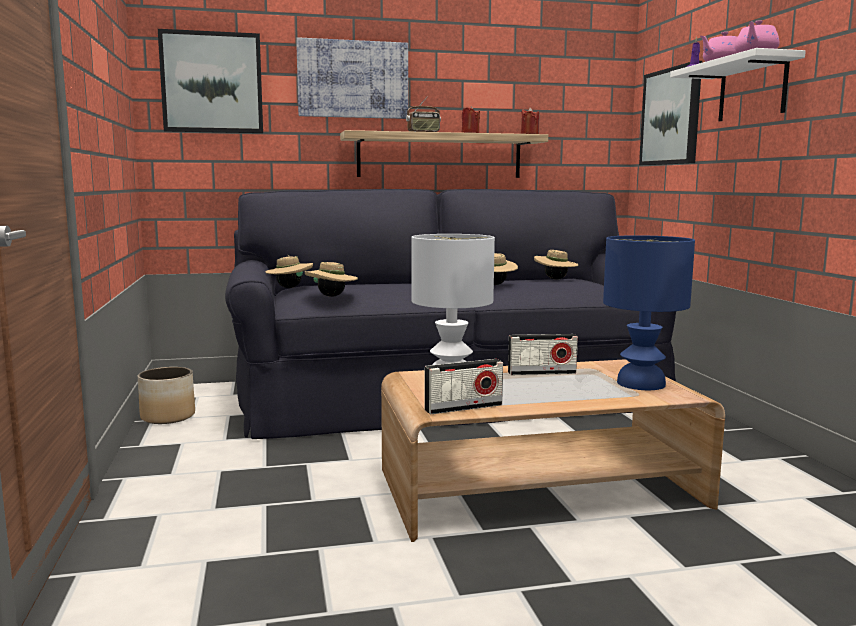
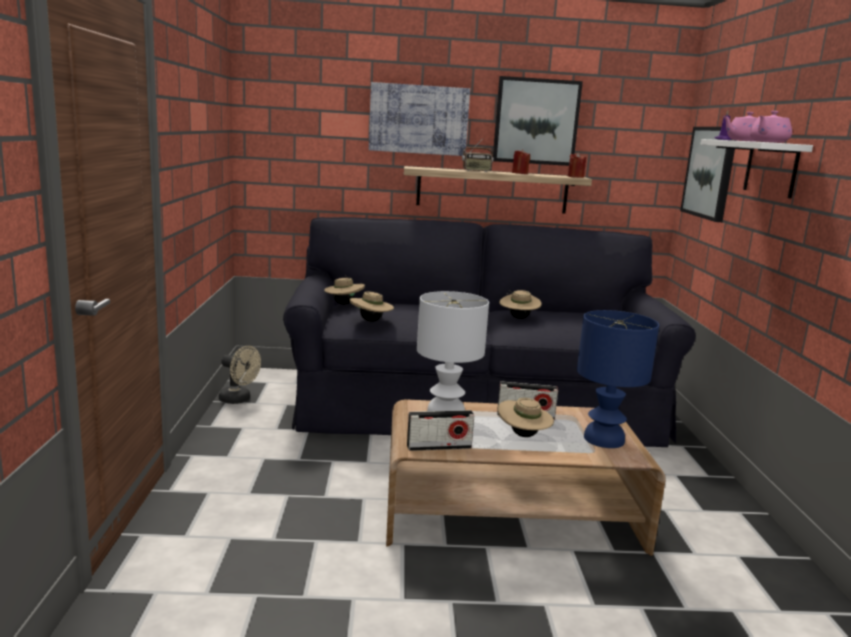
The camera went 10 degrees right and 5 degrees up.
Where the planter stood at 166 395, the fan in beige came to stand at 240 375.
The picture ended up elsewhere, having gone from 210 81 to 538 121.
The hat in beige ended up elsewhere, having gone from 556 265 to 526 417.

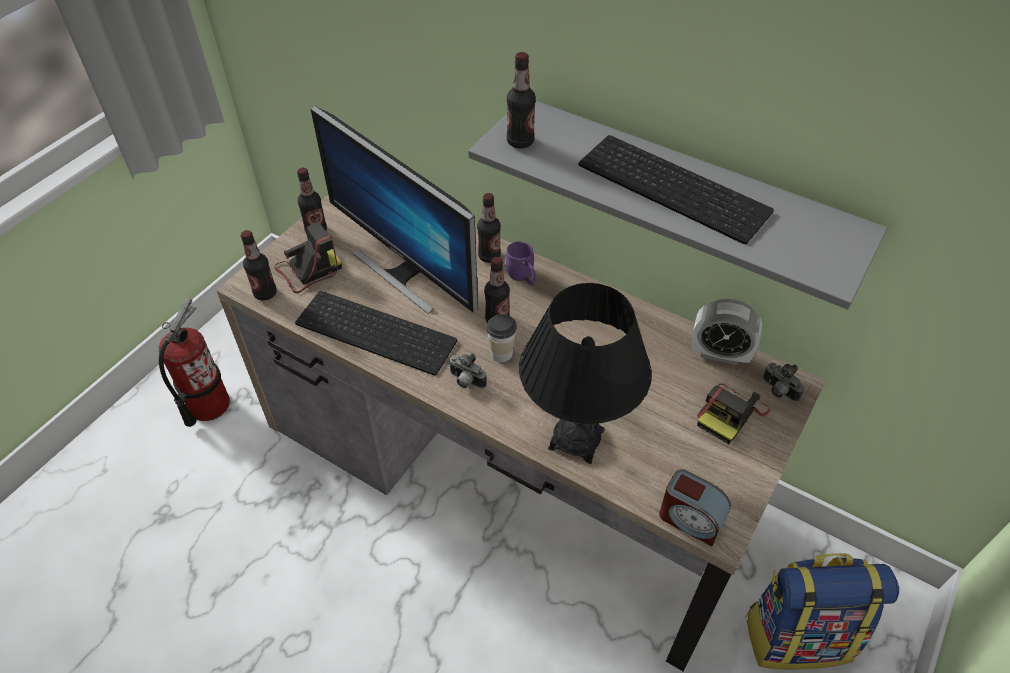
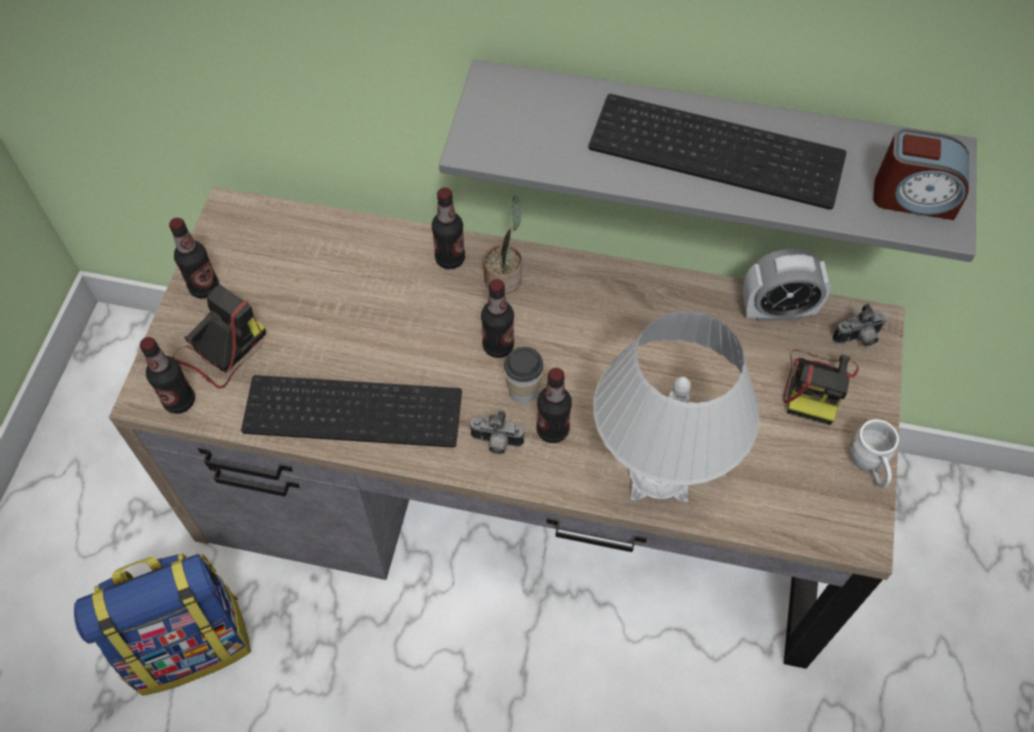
The camera went 20 degrees left and 10 degrees up.
The backpack ended up elsewhere, having gone from 822 611 to 162 625.
Where the mug in purple stood at 520 263, the potted plant came to stand at 503 245.
The bottle ended up elsewhere, having gone from 521 100 to 554 405.
What was the table lamp in black at 585 373 turned into the table lamp in white at 676 406.
The photo camera at 783 382 ended up facing another way, 45 degrees counterclockwise from before.
The second view gained the mug in white at 874 453.
The alarm clock ended up elsewhere, having gone from 695 507 to 921 174.
The second view lost the fire extinguisher at 194 362.
The second view lost the monitor at 394 210.

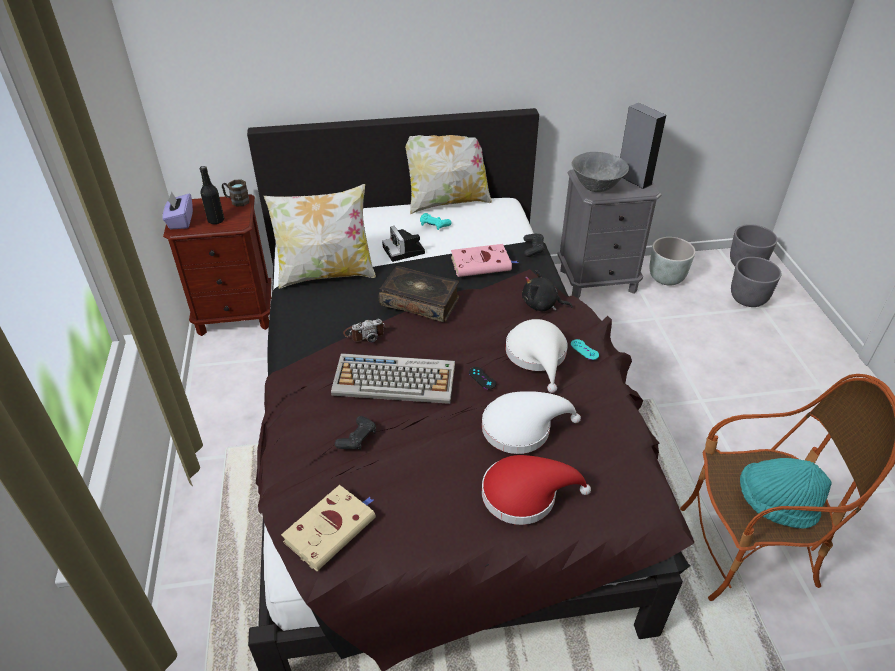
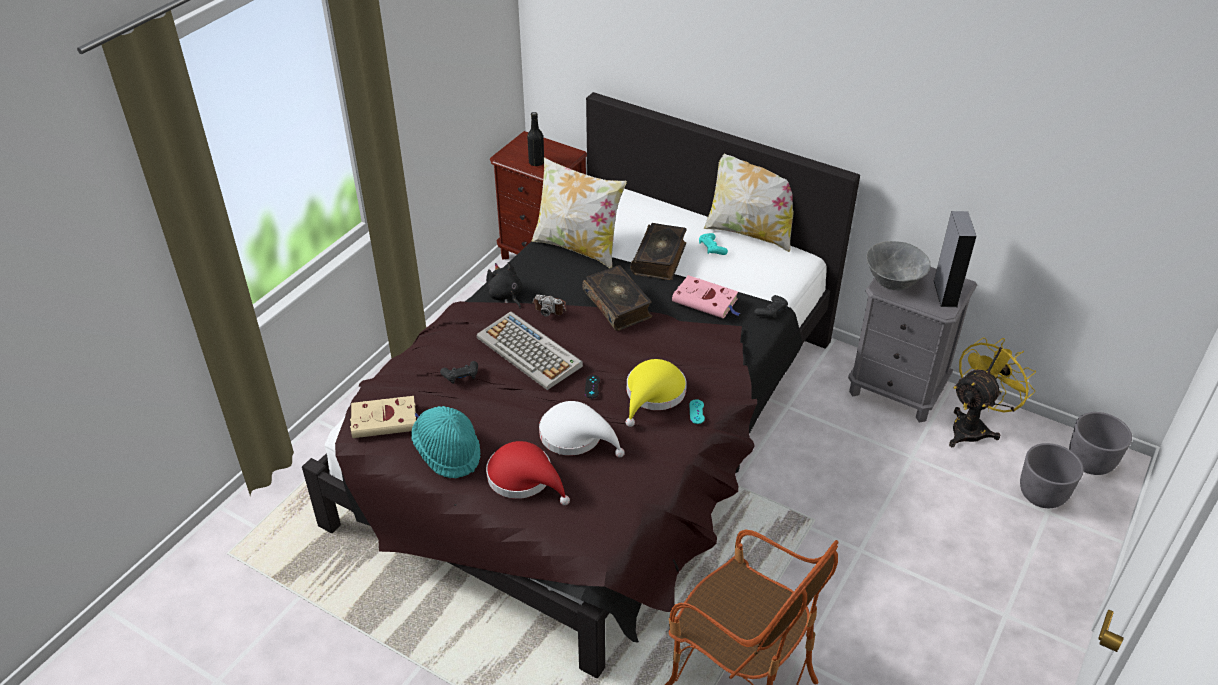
The camera went 40 degrees right and 0 degrees up.
The hat in turquoise ended up elsewhere, having gone from 786 493 to 446 442.
The plush toy in black ended up elsewhere, having gone from 547 290 to 504 285.
What was the hat in white at 537 356 turned into the hat in yellow at 656 393.
Where the photo camera stood at 403 244, the book came to stand at 658 251.
Where the planter in grey stood at 672 261, the fan in yellow came to stand at 992 392.
The second view lost the tissue box in purple at 178 210.
The second view lost the mug in brown at 236 193.

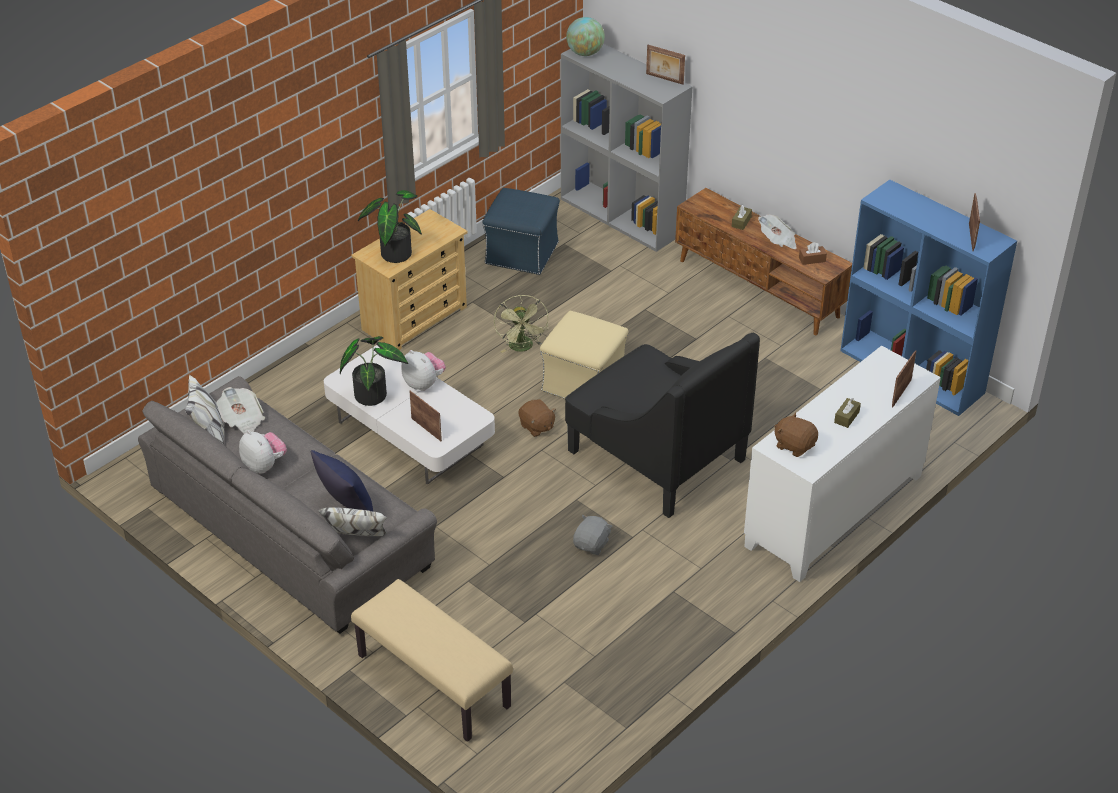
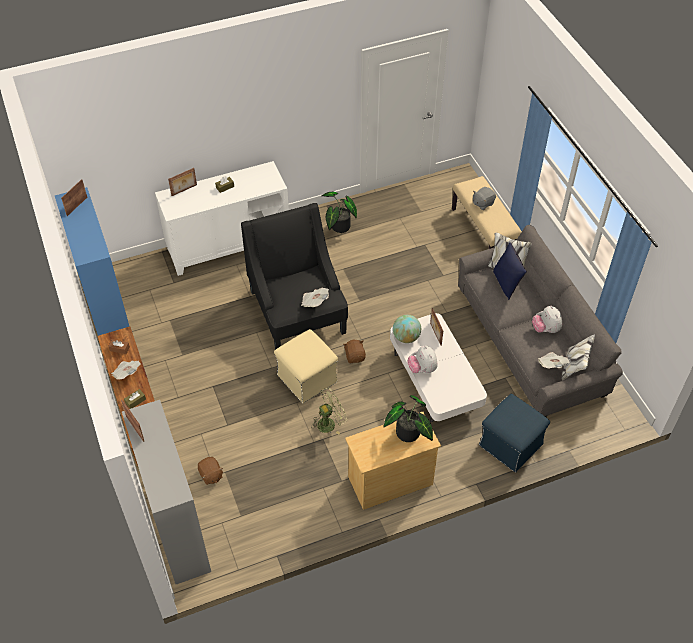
The camera went 155 degrees left and 10 degrees up.
The plush toy in brown ended up elsewhere, having gone from 796 434 to 210 471.
The second view gained the newspaper at 315 297.
The fan in green at 521 324 ended up facing another way, 45 degrees clockwise from before.
The potted plant ended up elsewhere, having gone from 374 371 to 339 212.
The globe ended up elsewhere, having gone from 585 36 to 407 329.
The plush toy in grey ended up elsewhere, having gone from 592 535 to 484 198.
The ottoman in blue ended up elsewhere, having gone from 521 231 to 514 433.

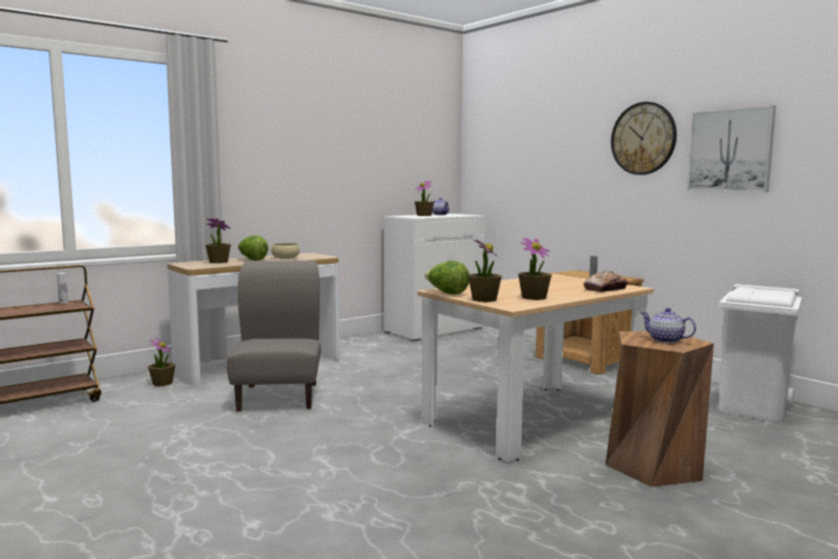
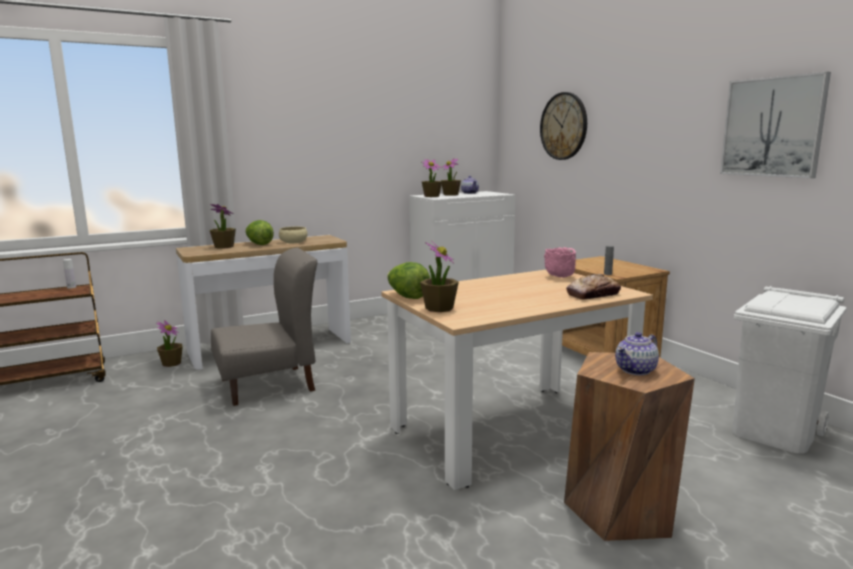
The camera went 10 degrees right and 5 degrees up.
The chair in grey at 274 336 ended up facing another way, 60 degrees clockwise from before.
The potted plant ended up elsewhere, having gone from 535 269 to 432 178.
The wall clock ended up elsewhere, having gone from 644 138 to 563 126.
The second view gained the bowl in pink at 560 262.
The teapot at 668 325 ended up facing another way, 90 degrees counterclockwise from before.

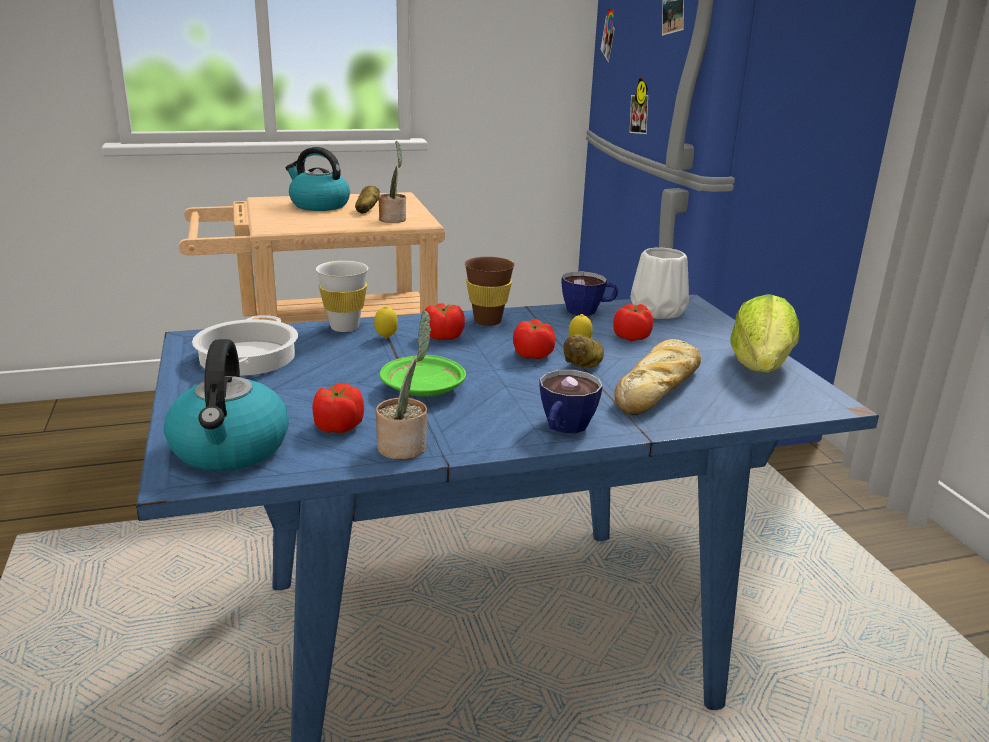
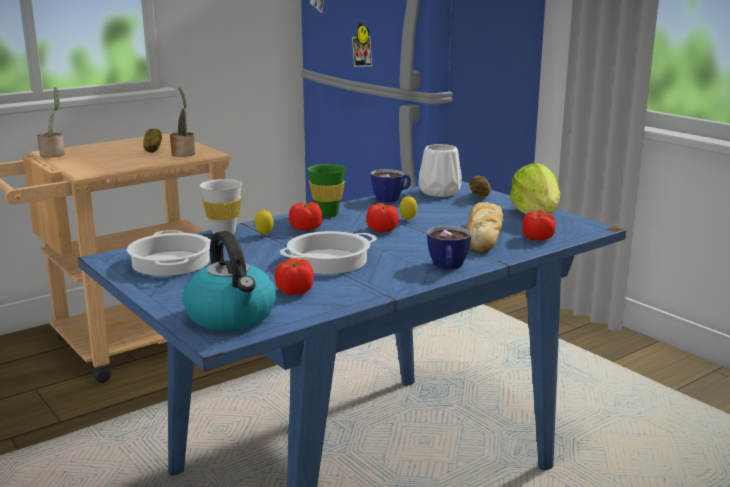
The camera went 20 degrees left and 5 degrees down.
The potted plant ended up elsewhere, having gone from 403 385 to 51 122.
Where the plate in green stood at 423 376, the cooking pot came to stand at 328 252.
What was the cup in brown at 490 291 turned into the cup in green at 326 190.
The potato ended up elsewhere, having gone from 583 351 to 480 186.
The tomato ended up elsewhere, having gone from 633 322 to 539 225.
The second view lost the kettle at 317 179.

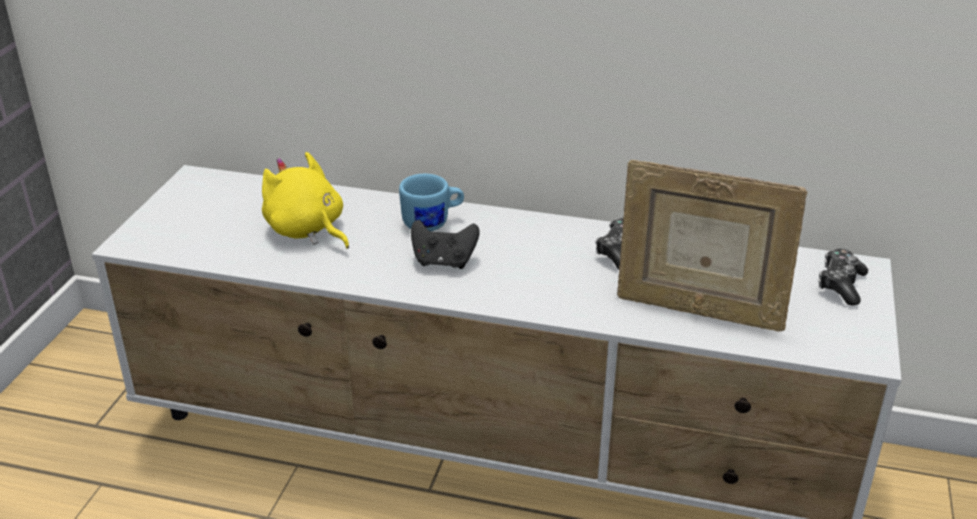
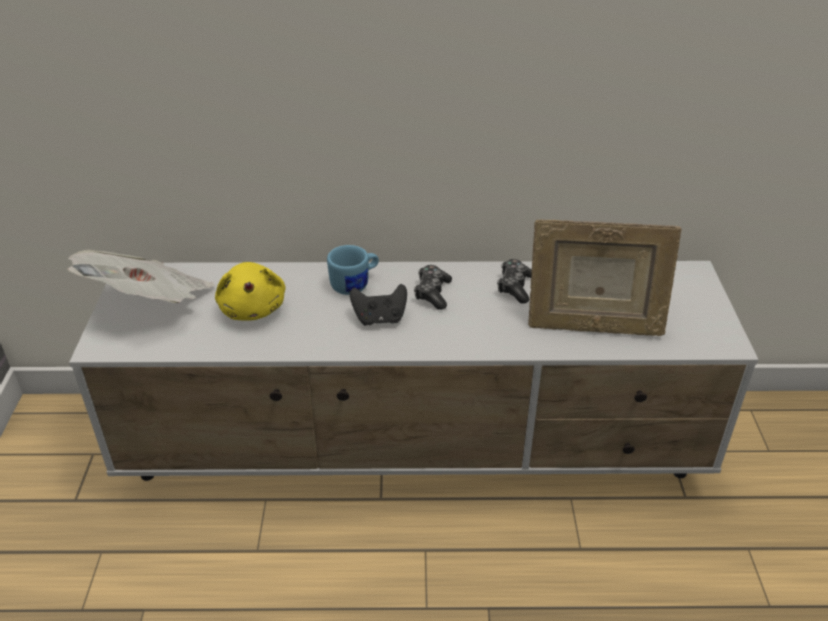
The camera went 15 degrees left and 5 degrees up.
The second view gained the newspaper at 140 276.
The plush toy in yellow at 305 200 ended up facing another way, 135 degrees counterclockwise from before.
The game controller ended up elsewhere, having gone from 843 277 to 433 287.

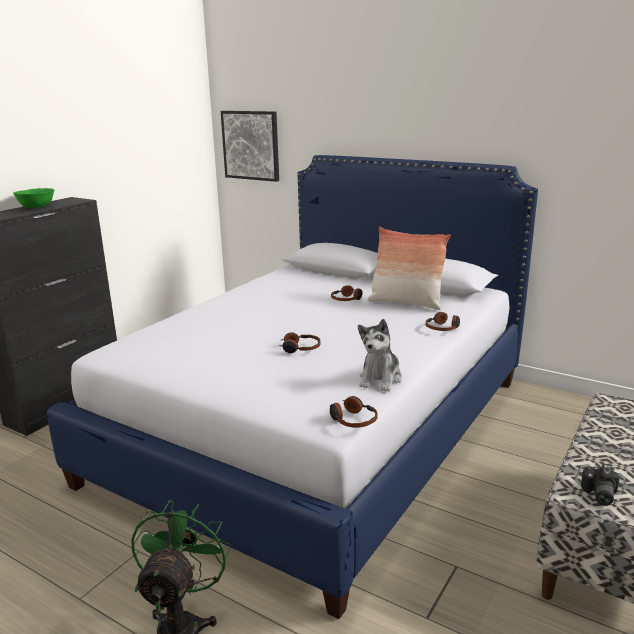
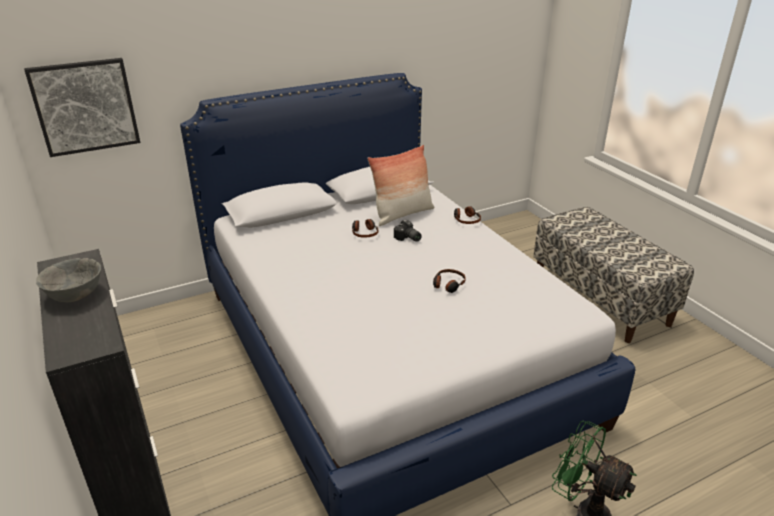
The camera went 60 degrees left and 10 degrees up.
What was the bowl in green at 33 198 turned into the bowl in grey at 68 280.
The photo camera ended up elsewhere, having gone from 600 485 to 408 230.
The second view lost the headphones at 354 412.
The second view lost the plush toy at 380 355.

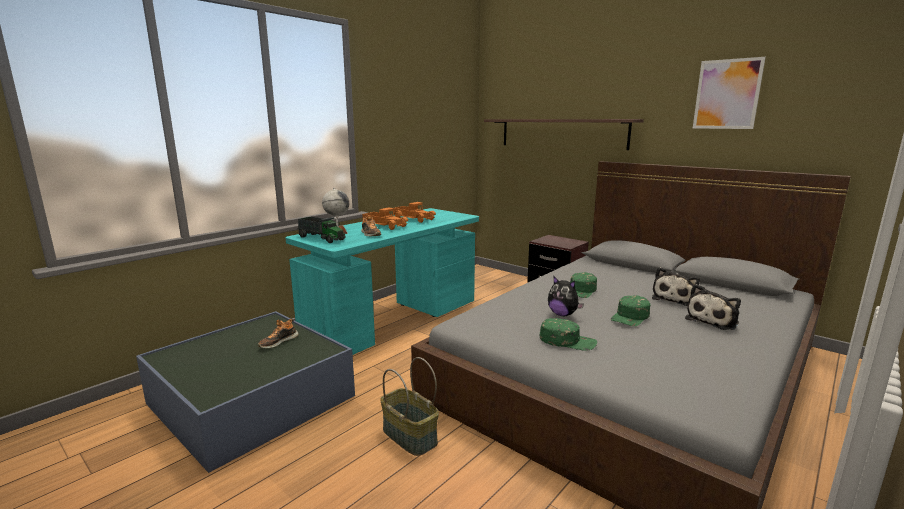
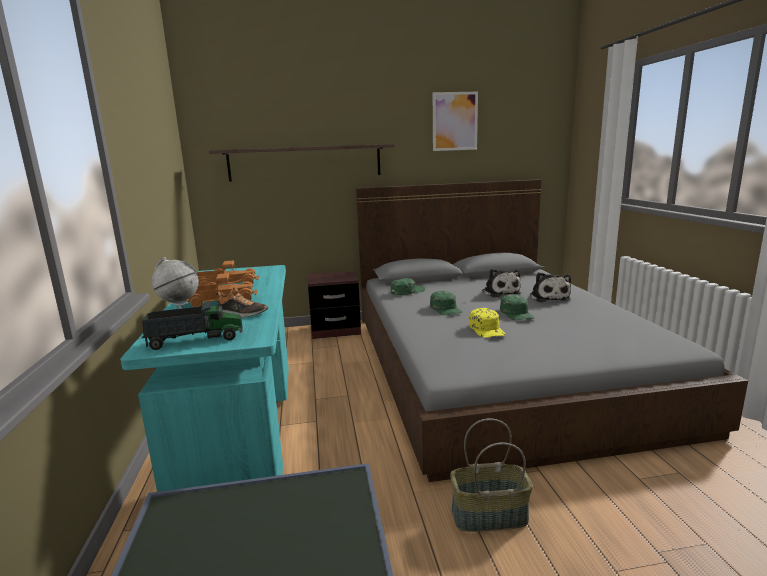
The camera went 50 degrees left and 0 degrees up.
The cap in green ended up elsewhere, having gone from 568 334 to 408 286.
Where the plush toy stood at 566 296, the cap in yellow came to stand at 487 323.
The second view lost the shoe at 277 334.

